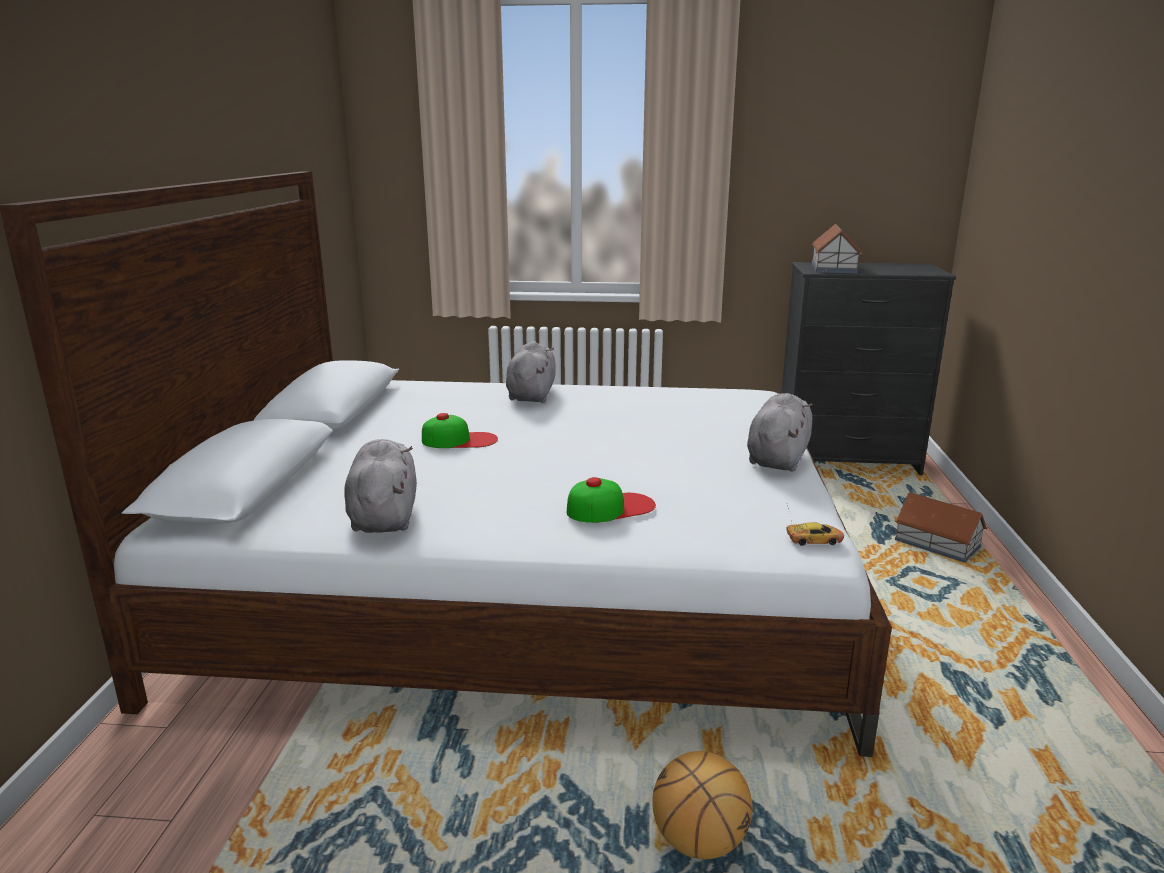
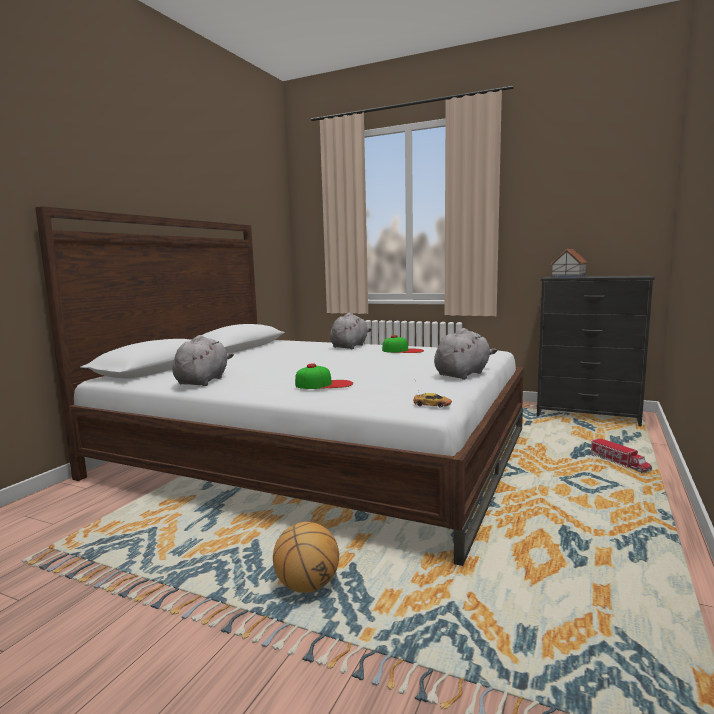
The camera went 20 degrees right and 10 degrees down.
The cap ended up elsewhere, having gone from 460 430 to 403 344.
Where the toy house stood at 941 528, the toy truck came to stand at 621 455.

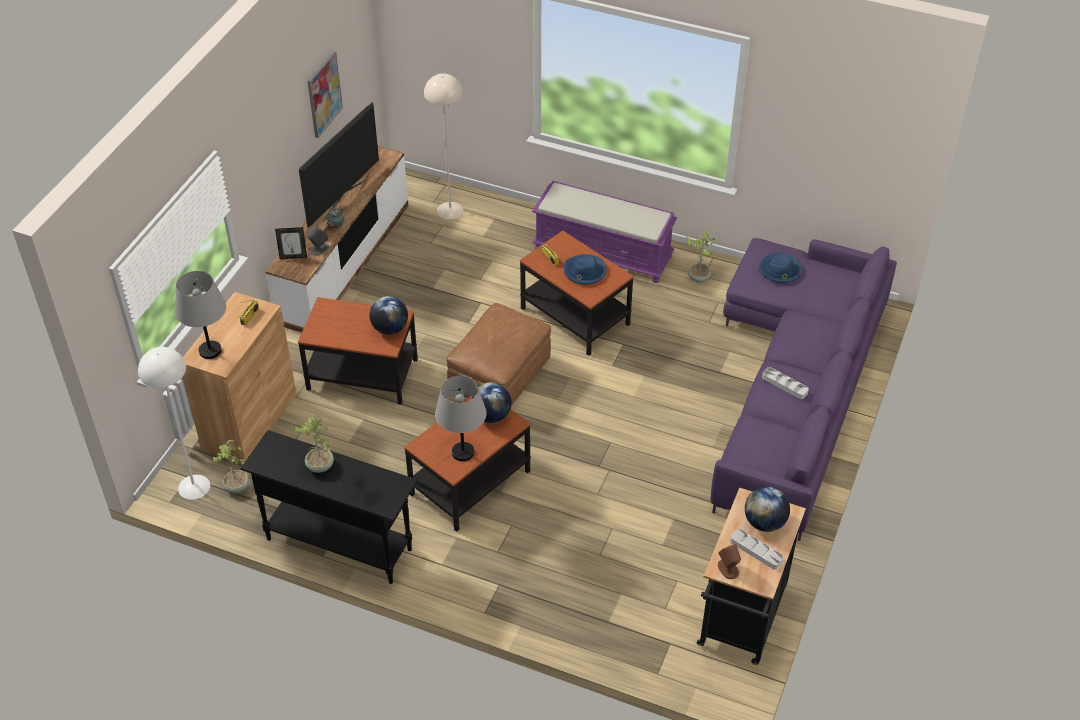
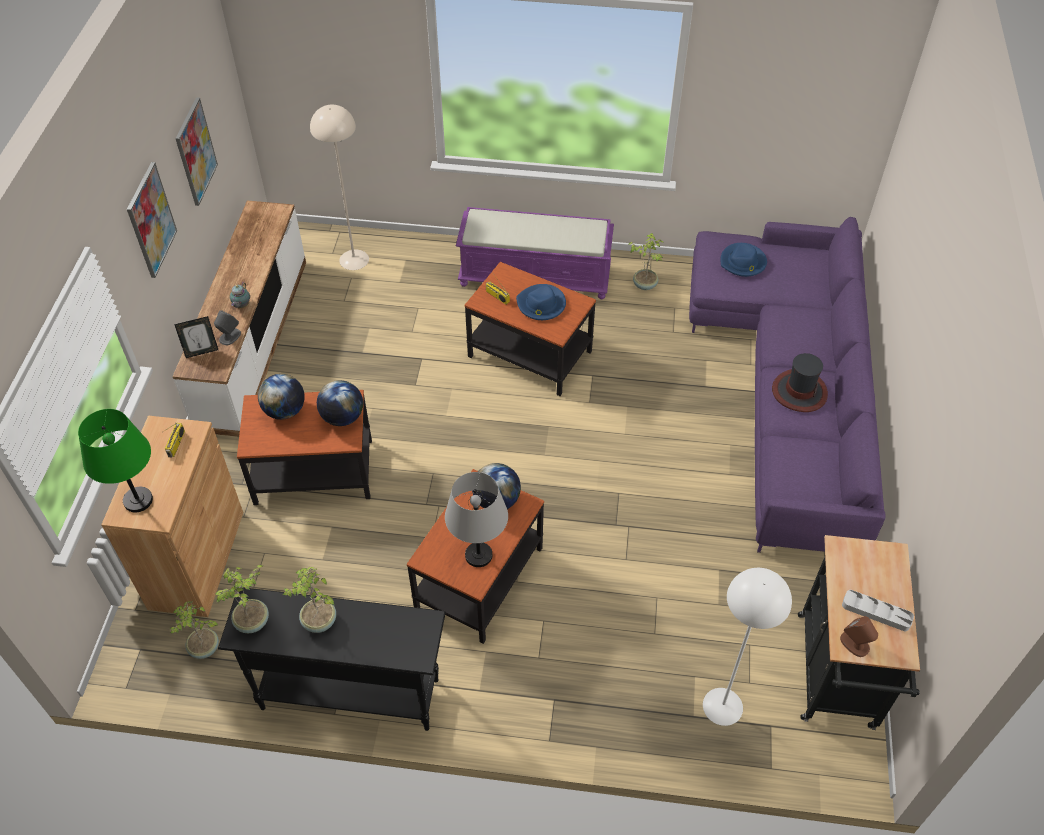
The camera went 15 degrees left and 5 degrees up.
What was the table lamp in grey at 200 315 turned into the table lamp in green at 115 460.
The second view gained the picture at 152 220.
The second view gained the potted plant at 242 599.
The globe ended up elsewhere, having gone from 767 509 to 281 397.
The floor lamp in white ended up elsewhere, having gone from 174 423 to 747 647.
Where the tray in grey stood at 785 383, the hat came to stand at 800 382.
The second view lost the television at 339 165.
The second view lost the ottoman in brown at 498 354.

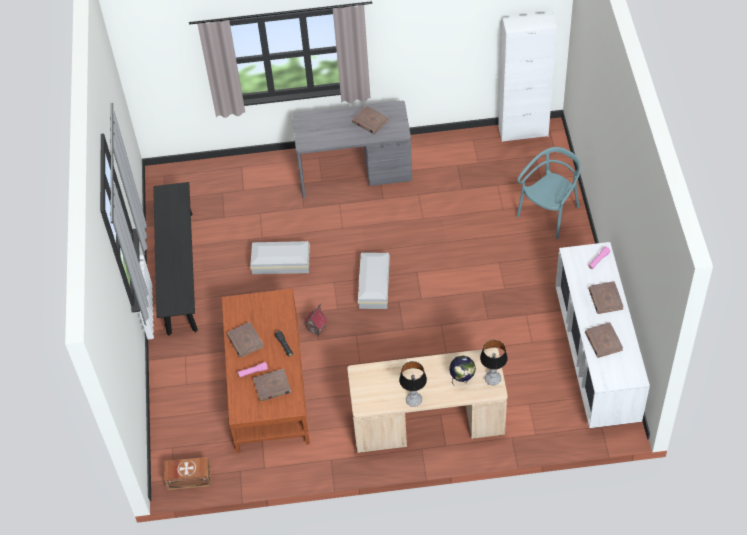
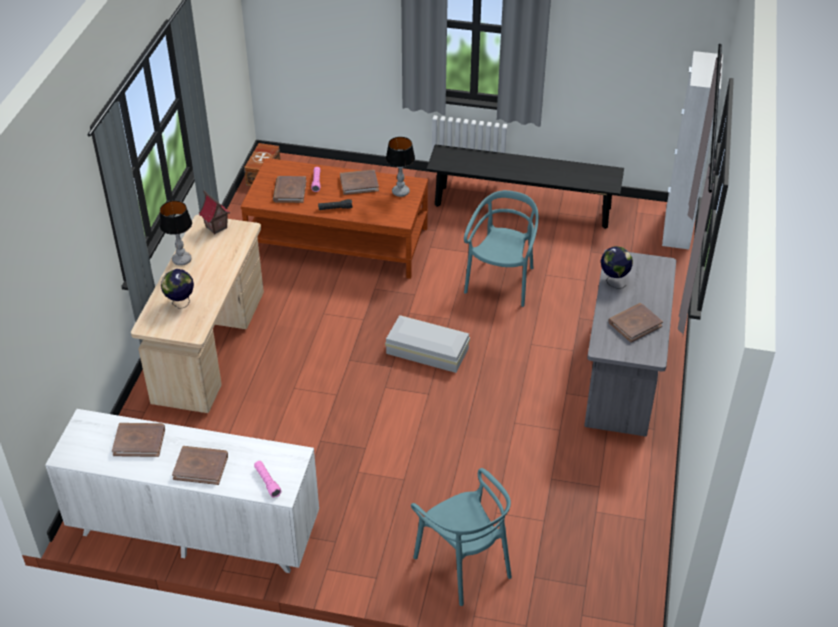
The camera went 105 degrees right and 10 degrees down.
The toy house ended up elsewhere, having gone from 315 319 to 214 212.
The table lamp ended up elsewhere, having gone from 494 362 to 400 167.
Where the storage box in white stood at 280 257, the chair in turquoise came to stand at 501 248.
The second view gained the globe at 617 267.
The cabinet in white ended up elsewhere, having gone from 527 77 to 692 150.

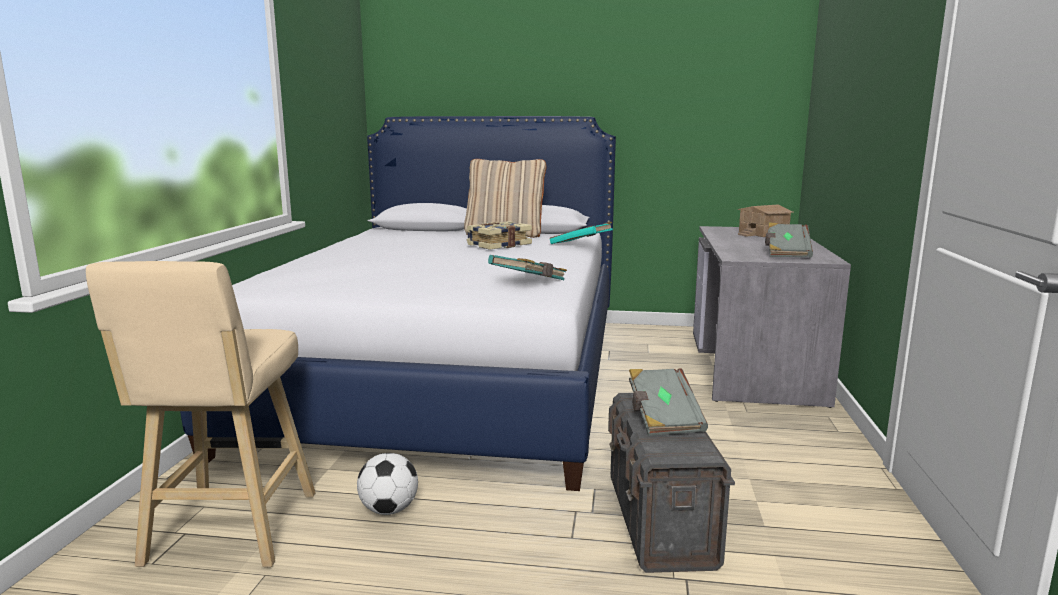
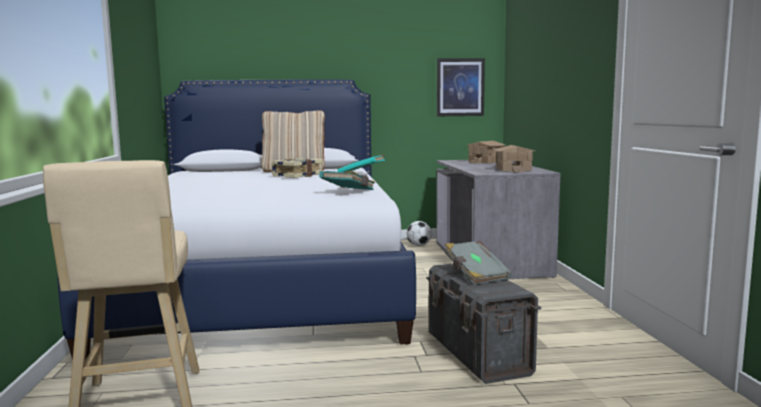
The camera went 15 degrees left and 5 degrees down.
The football ended up elsewhere, having gone from 387 484 to 419 233.
The second view gained the picture at 461 87.
Where the book in grey stood at 789 239, the toy house came to stand at 514 158.

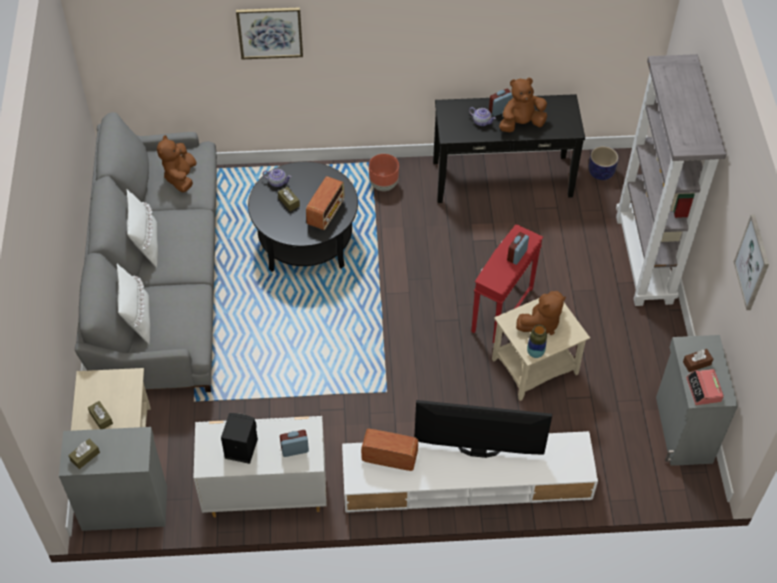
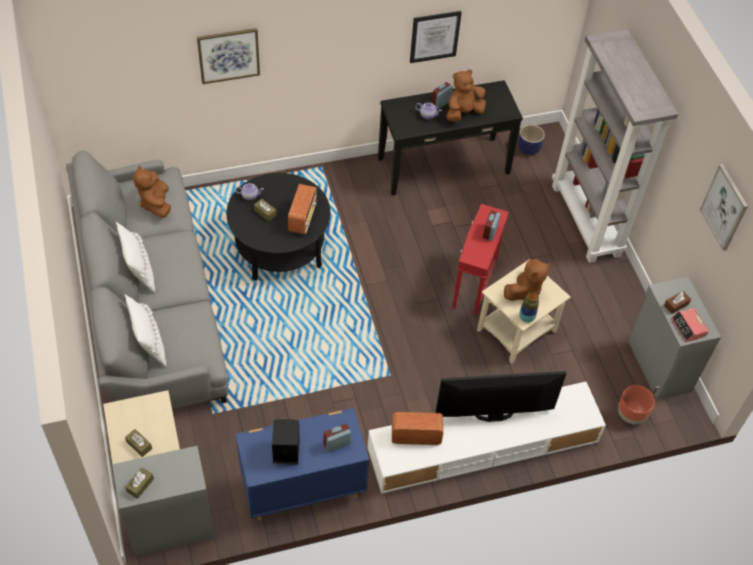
The camera went 15 degrees left and 0 degrees up.
What was the dresser in white at 260 467 turned into the dresser in blue at 302 464.
The second view gained the picture at 436 37.
The planter in brown ended up elsewhere, having gone from 384 172 to 636 404.

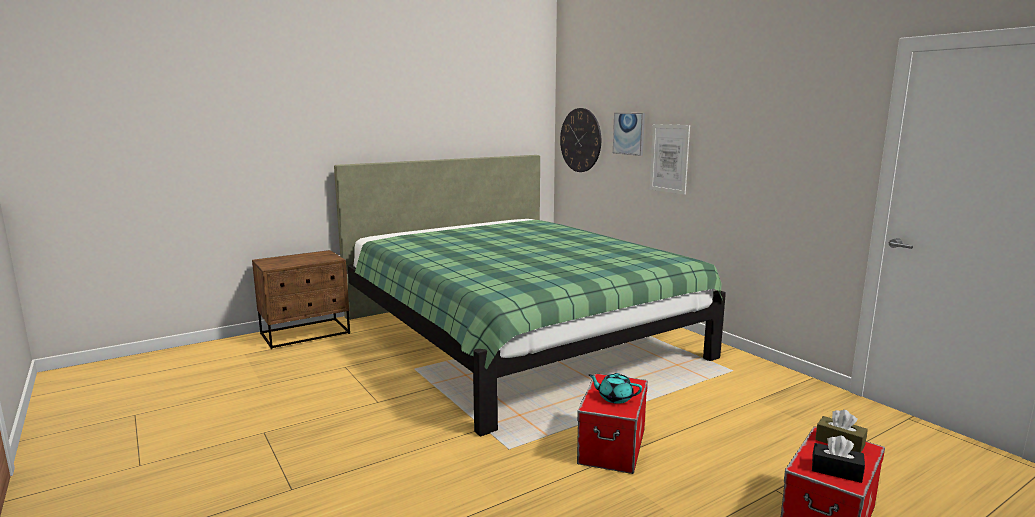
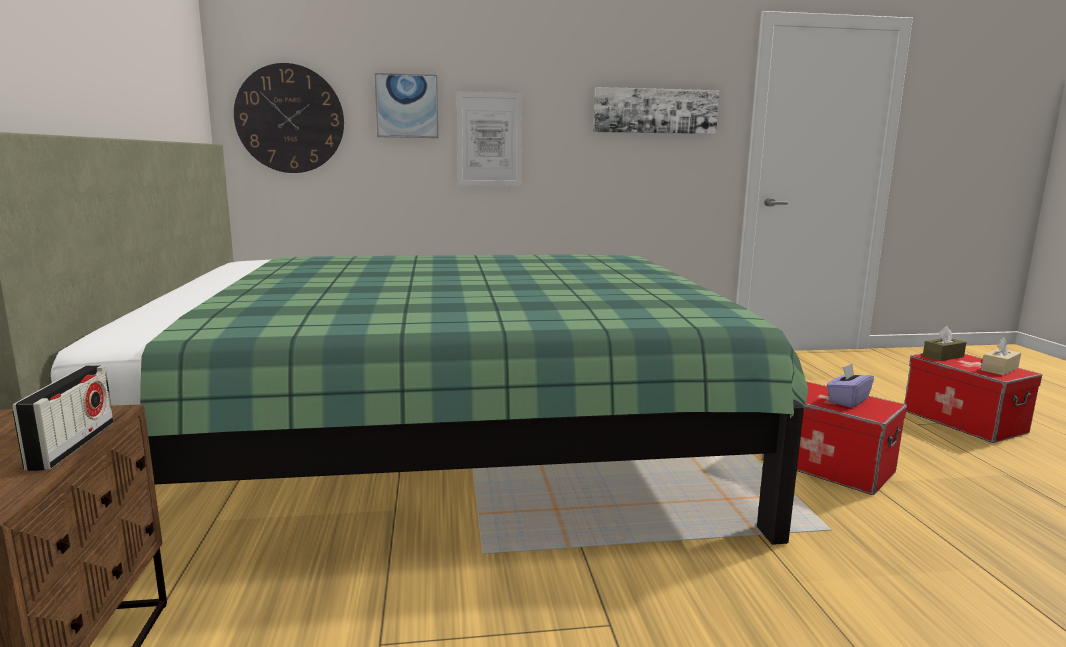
The camera went 65 degrees left and 0 degrees up.
The second view gained the radio at 63 418.
The second view gained the picture at 656 110.
Where the teapot in turquoise stood at 615 388, the tissue box in purple came to stand at 850 386.
What was the tissue box in black at 838 459 turned into the tissue box in beige at 1001 356.

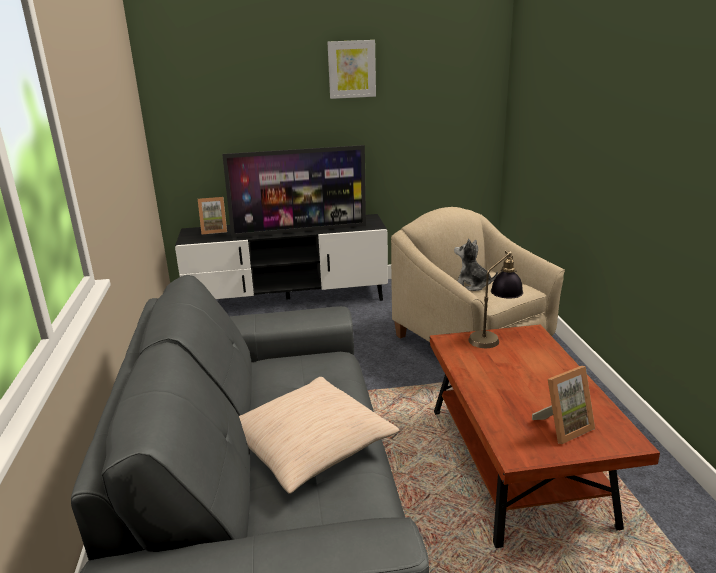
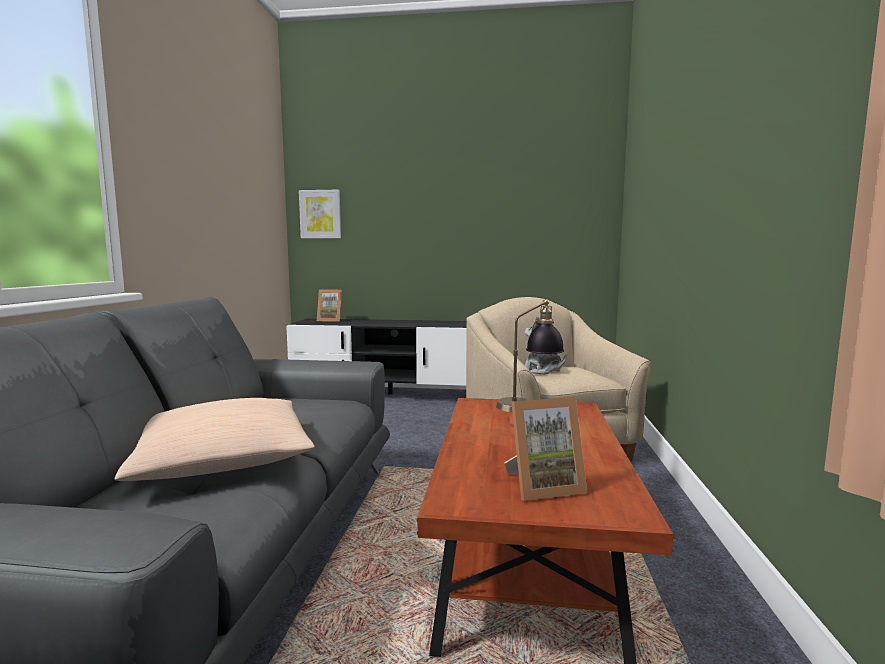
The camera went 15 degrees right and 15 degrees down.
The picture ended up elsewhere, having gone from 351 69 to 320 214.
The second view lost the television at 294 191.

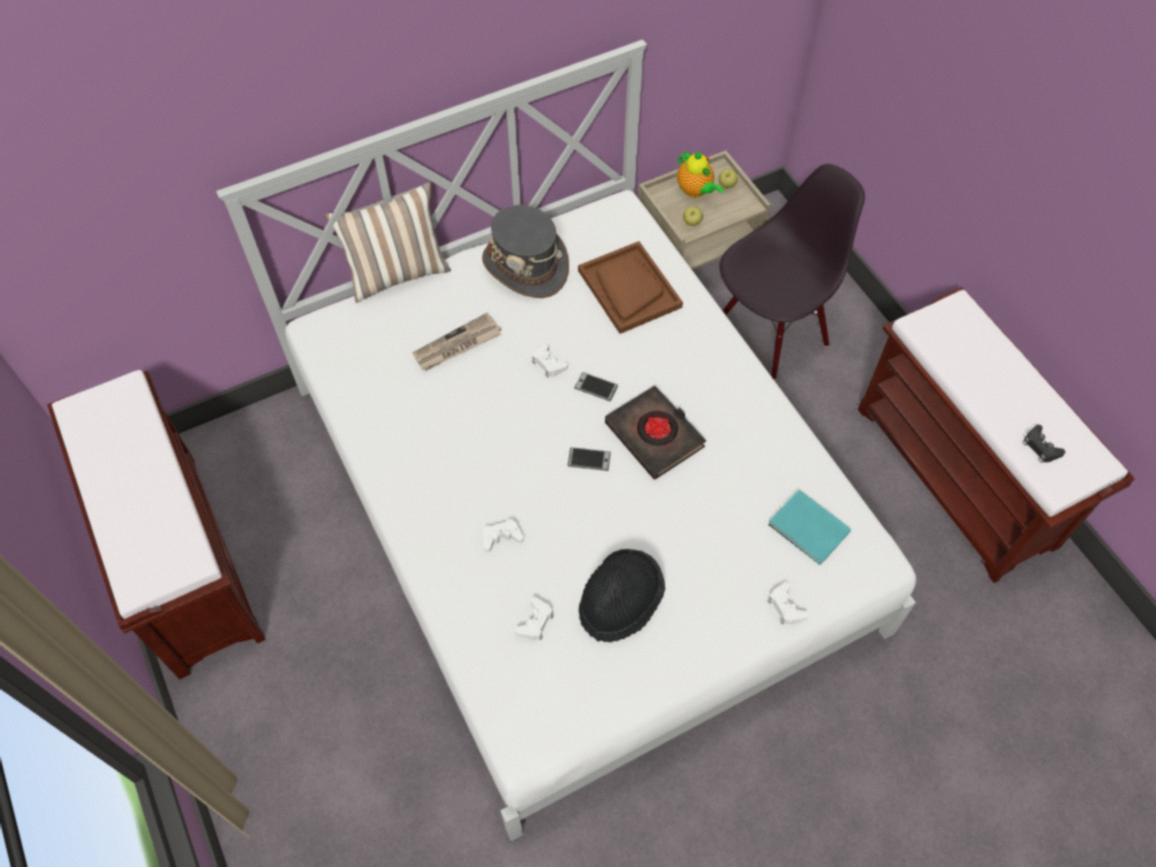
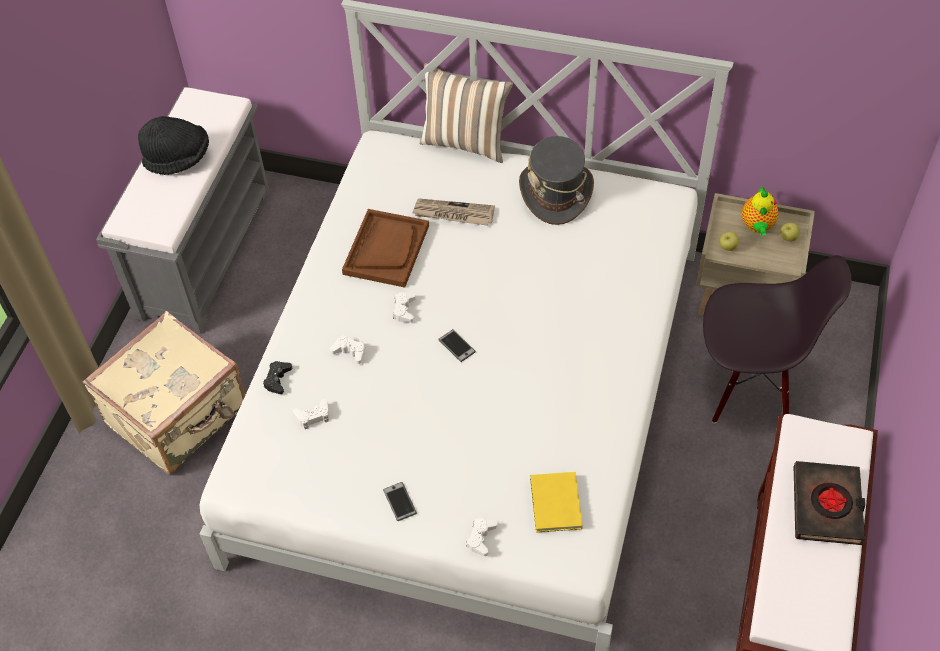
The camera went 45 degrees right and 5 degrees down.
The second view gained the suitcase in beige at 164 393.
What was the bench in brown at 156 524 turned into the bench in grey at 183 210.
The hat in black ended up elsewhere, having gone from 622 595 to 173 145.
The game controller in black ended up elsewhere, having gone from 1044 443 to 277 377.
The tray in brown ended up elsewhere, having gone from 630 287 to 385 248.
The phone ended up elsewhere, having gone from 596 386 to 400 501.
The game controller in white ended up elsewhere, having gone from 550 360 to 404 307.
What was the book in turquoise at 809 527 turned into the book in yellow at 556 502.
The book in black ended up elsewhere, having gone from 655 433 to 829 503.

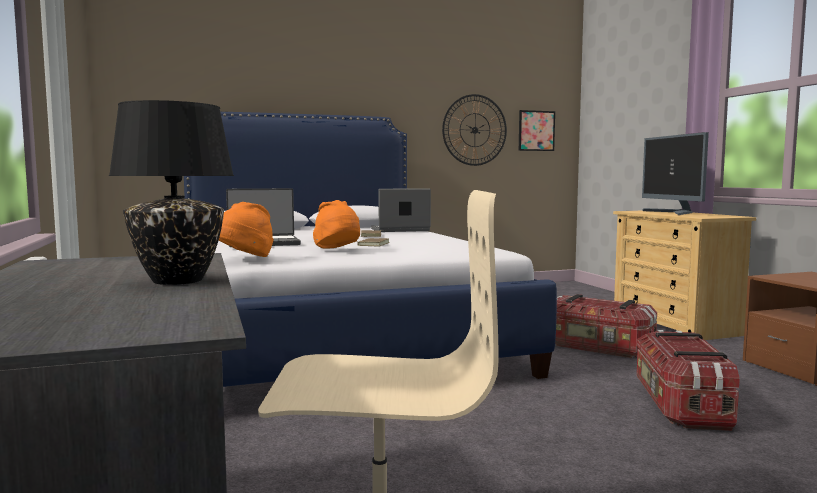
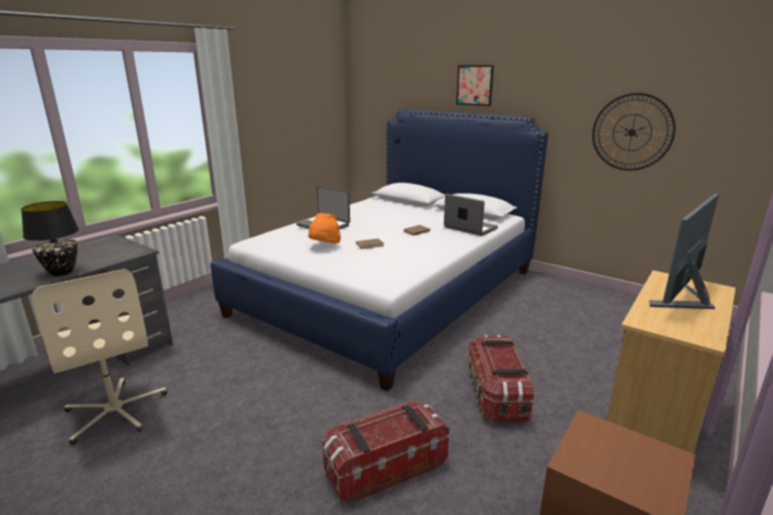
The camera went 55 degrees right and 15 degrees up.
The picture ended up elsewhere, having gone from 537 130 to 475 85.
The second view lost the hat in orange at 246 229.

